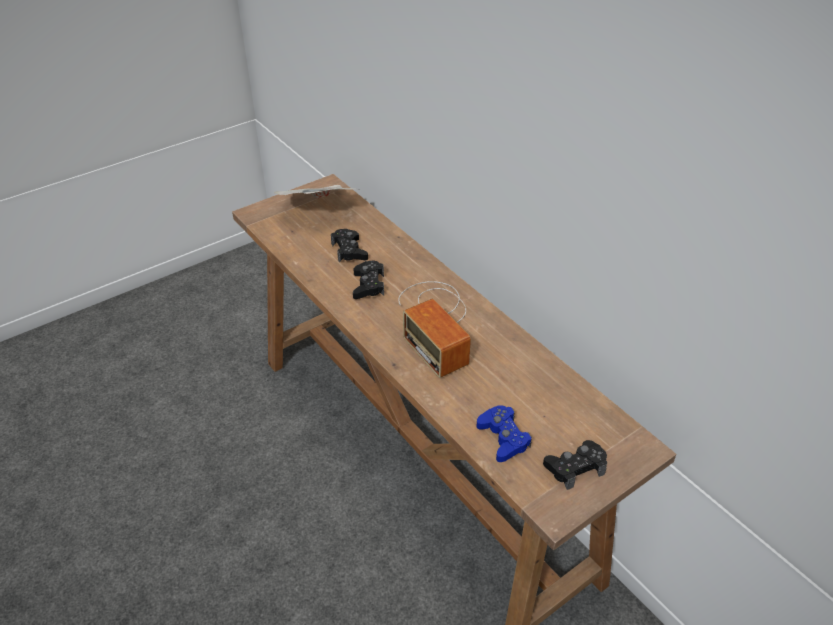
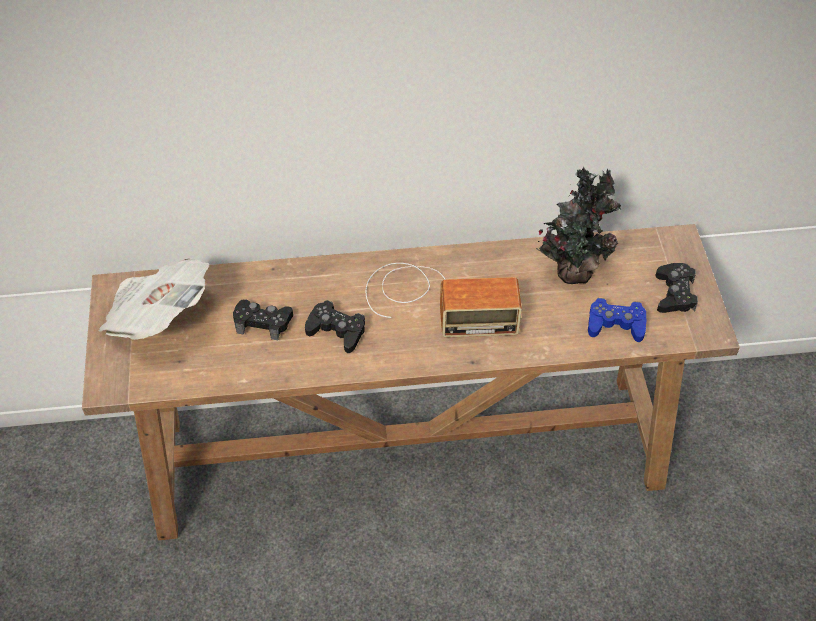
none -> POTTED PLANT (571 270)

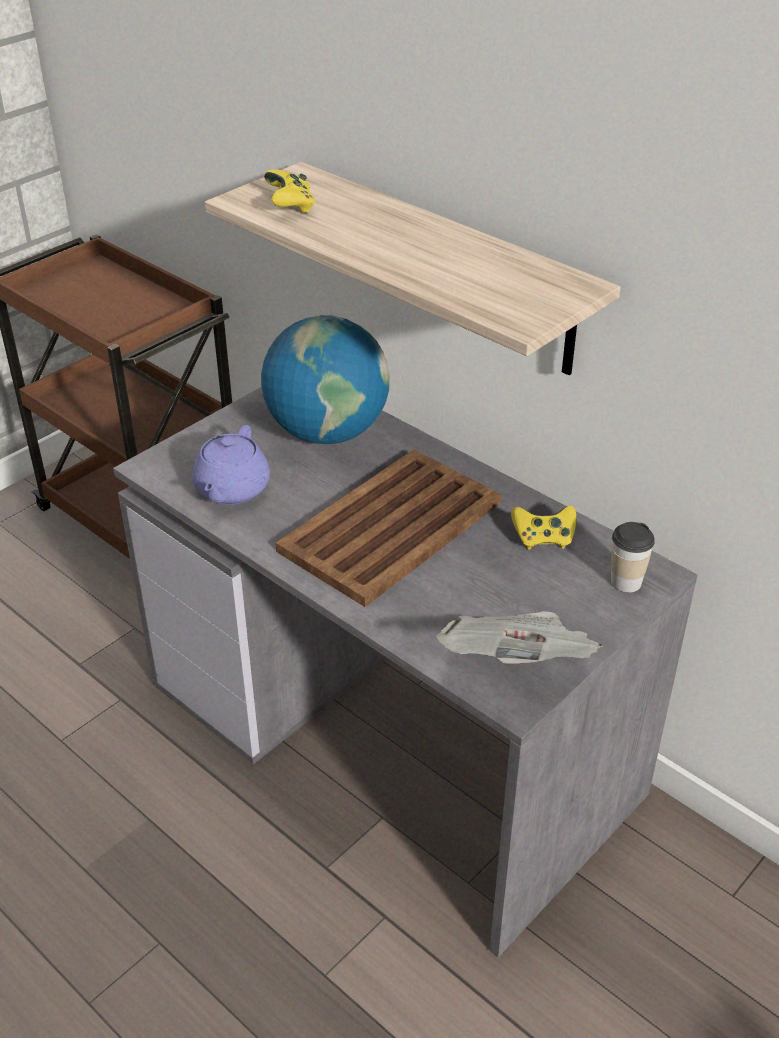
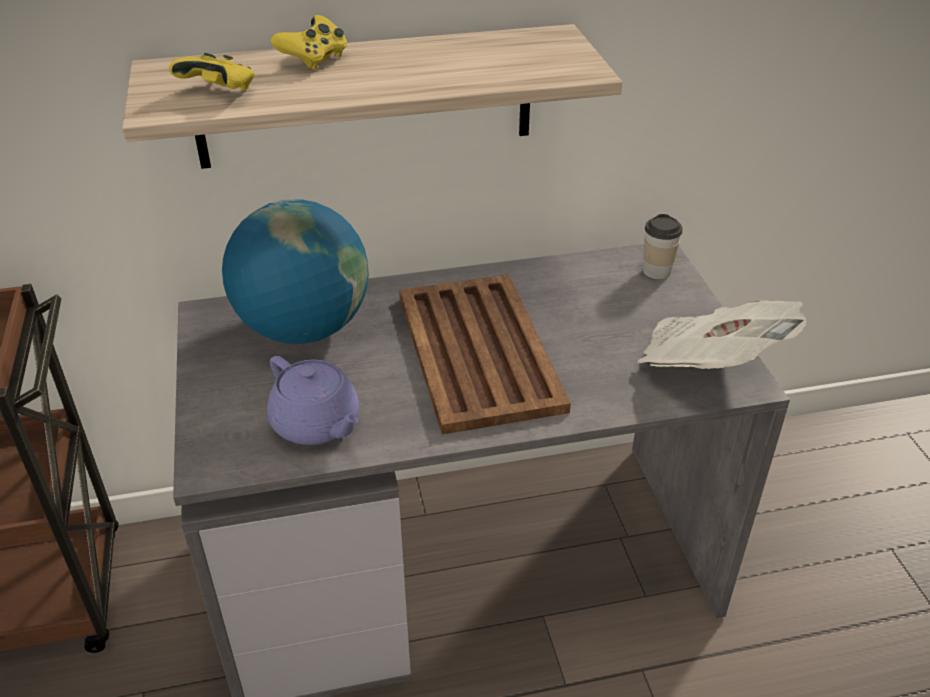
YELLOW JOYPAD (543 539) -> YELLOW JOYPAD (314 60), move

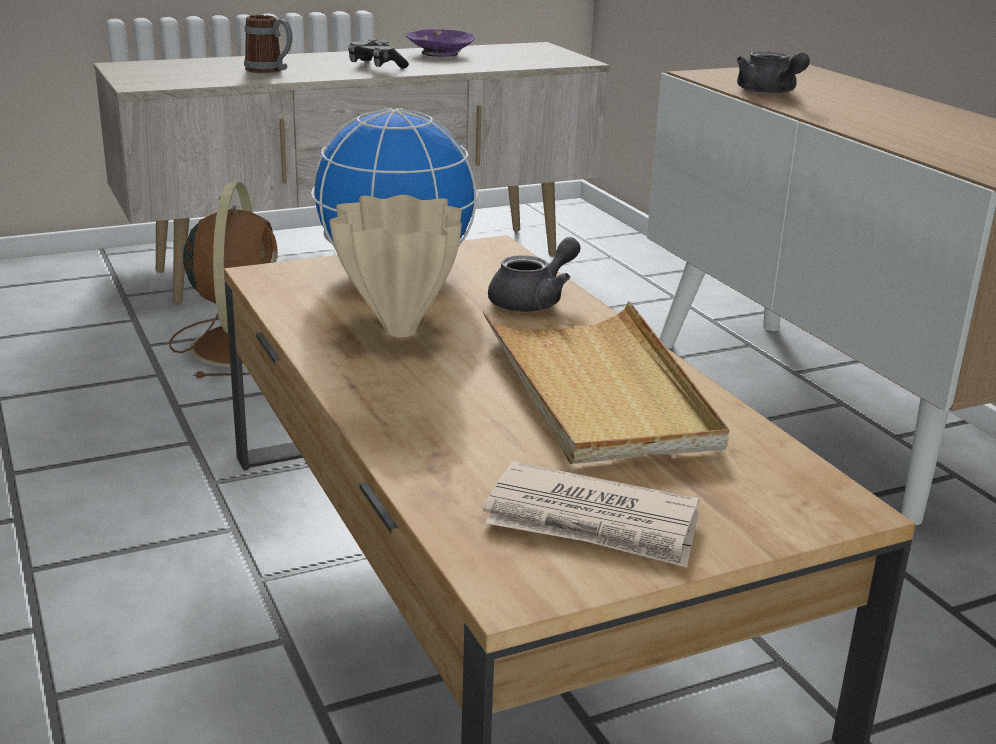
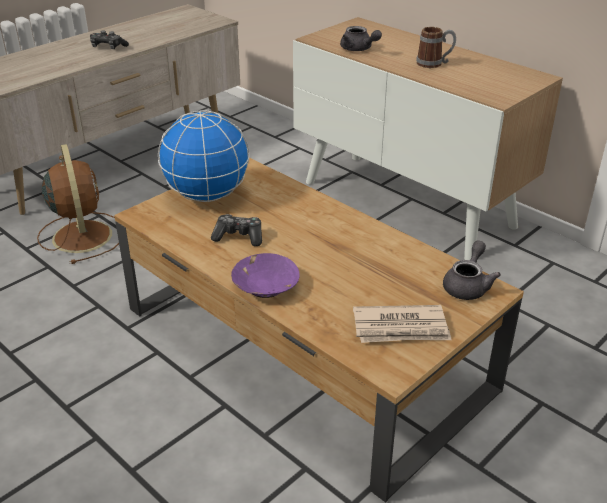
MUG (270 70) -> MUG (434 64), move
PURPLE BOWL (438 53) -> PURPLE BOWL (265 286), move
BEIGE-COLOURED VASE (399 330) -> JOYPAD (239 236)
GREYISH POT FOR TEA (533 301) -> GREYISH POT FOR TEA (468 285), move
BEIGE-COLOURED CARRYING TRAY (598 389) -> none

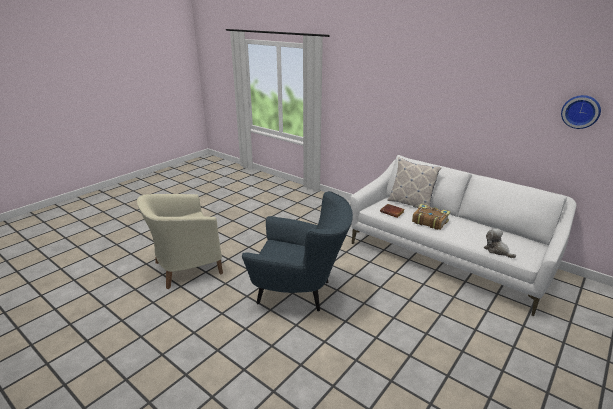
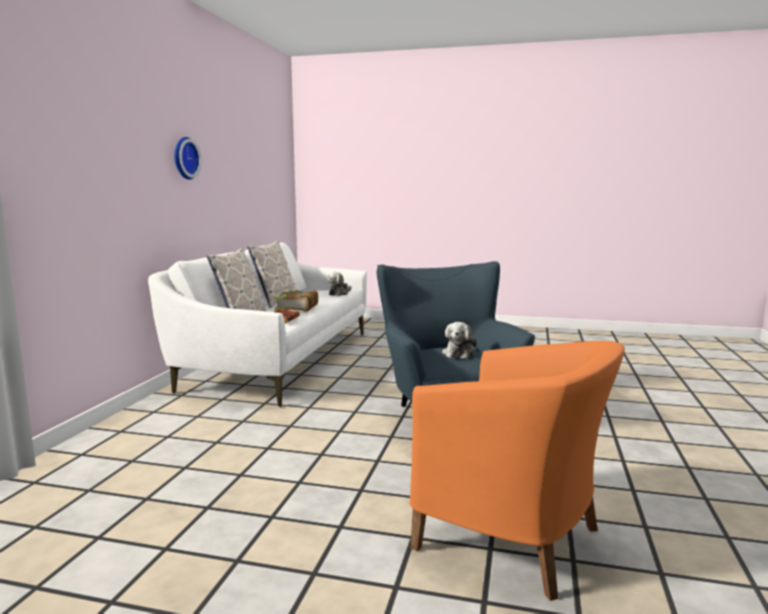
WALL CLOCK (581 111) -> WALL CLOCK (184 158), move
BEIGE-COLOURED LOUNGE CHAIR (186 267) -> ORANGE-COLOURED LOUNGE CHAIR (513 538)
none -> PILLOW (275 301)
none -> CUDDLY TOY (458 353)

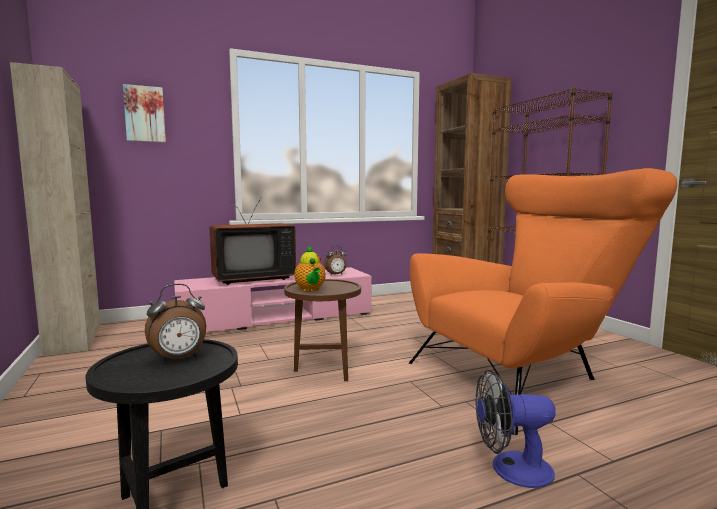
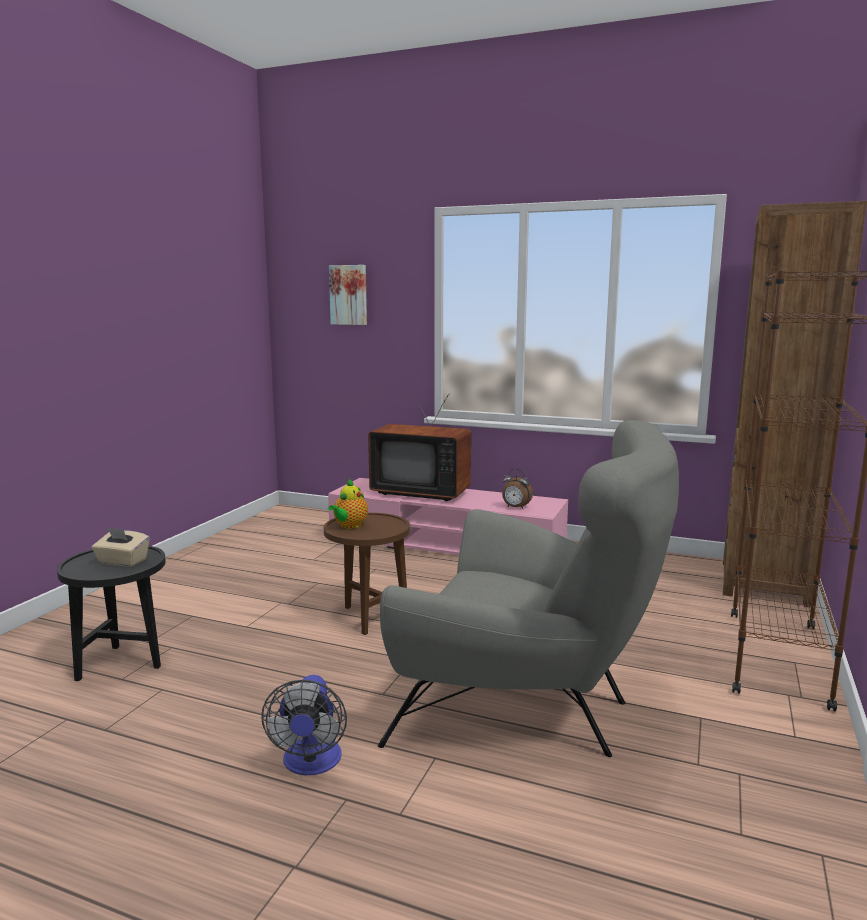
BEIGE-COLOURED STORAGE CABINET (74 339) -> none
ORANGE-COLOURED LOUNGE CHAIR (521 376) -> GREYISH LOUNGE CHAIR (531 709)
TABLE CLOCK (179 359) -> BEIGE-COLOURED TISSUE HOLDER (122 562)
FAN (511 469) -> FAN (311 763), 135 degrees counterclockwise

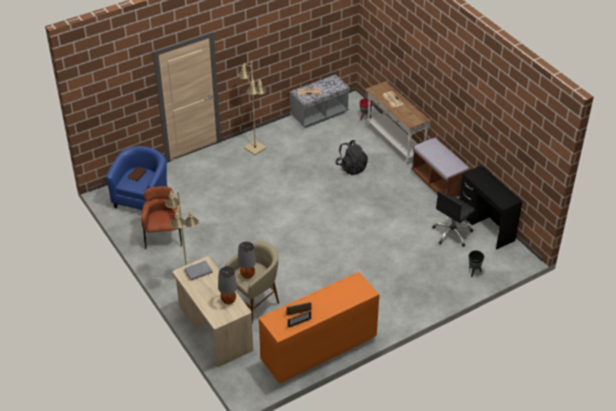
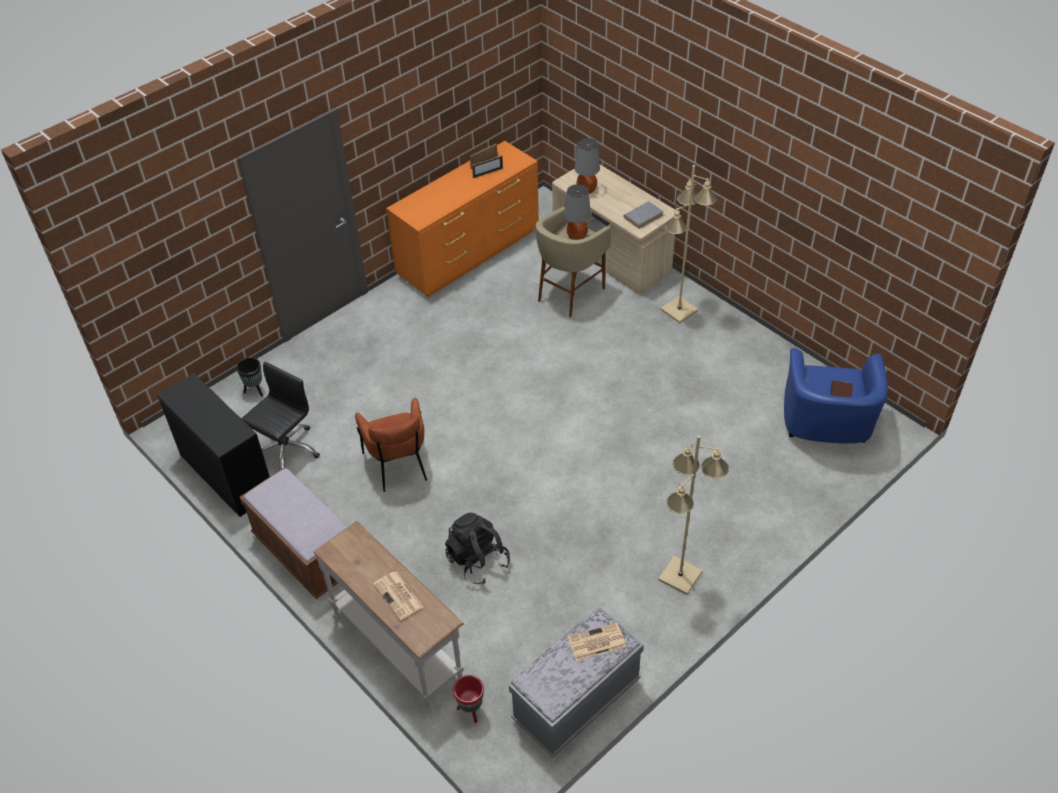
BROWNISH LOUNGE CHAIR (163 236) -> BROWNISH LOUNGE CHAIR (398 465), move

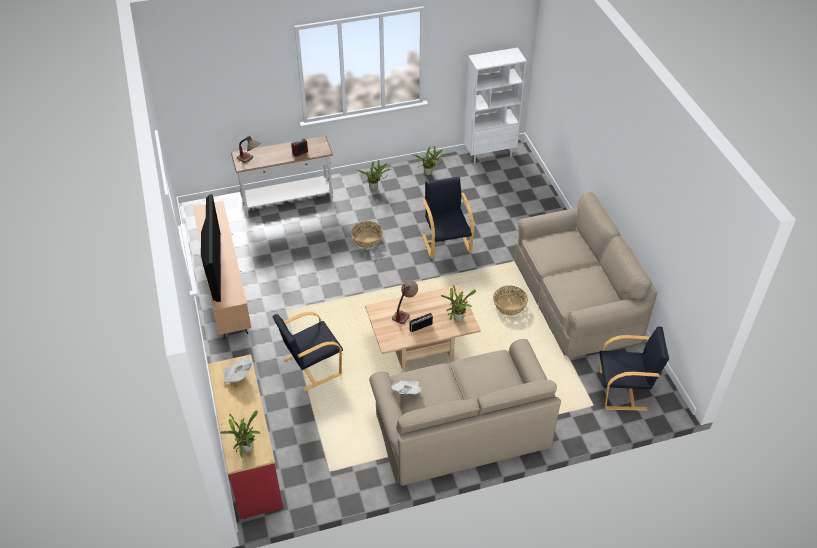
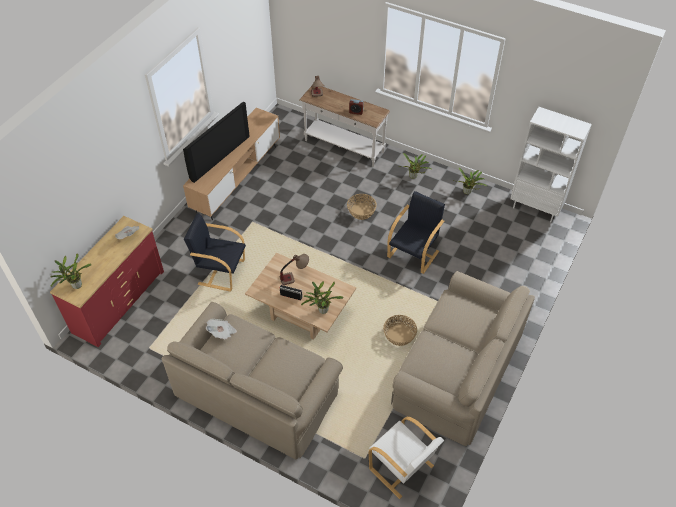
BLACK-COLOURED LOUNGE CHAIR (624 390) -> WHITE LOUNGE CHAIR (402 468)

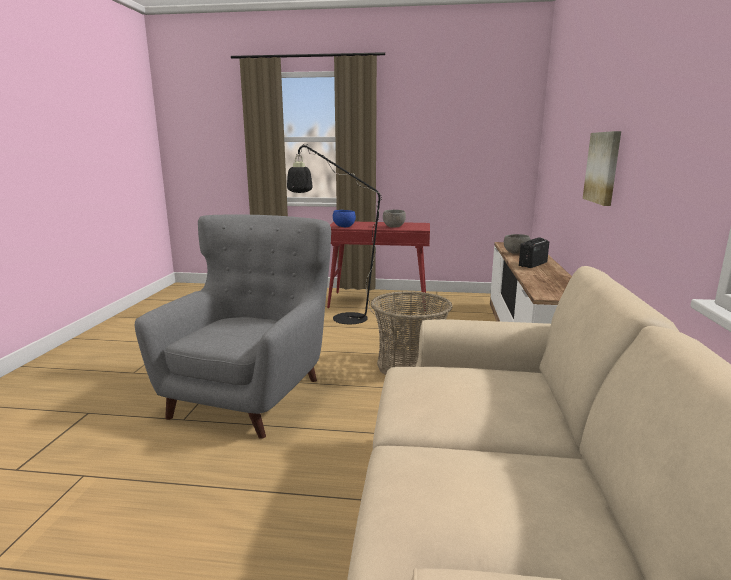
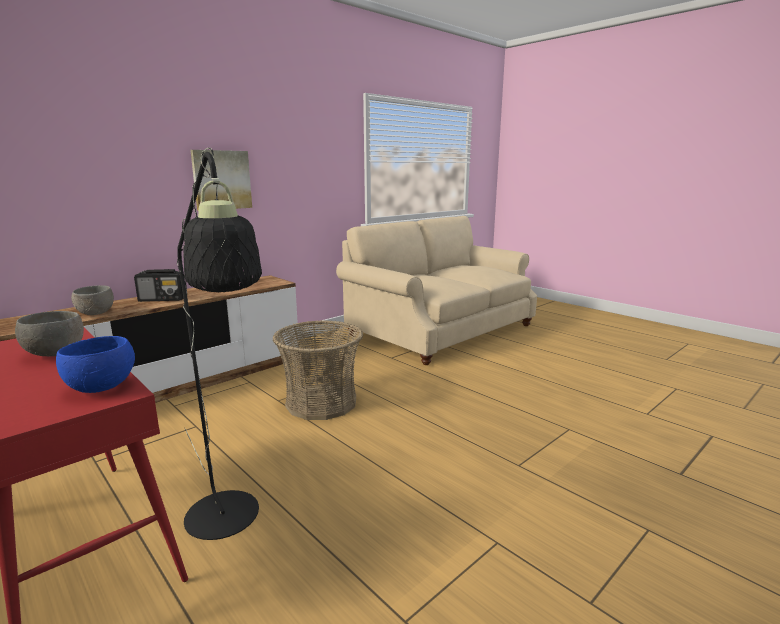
GREYISH LOUNGE CHAIR (250 394) -> none

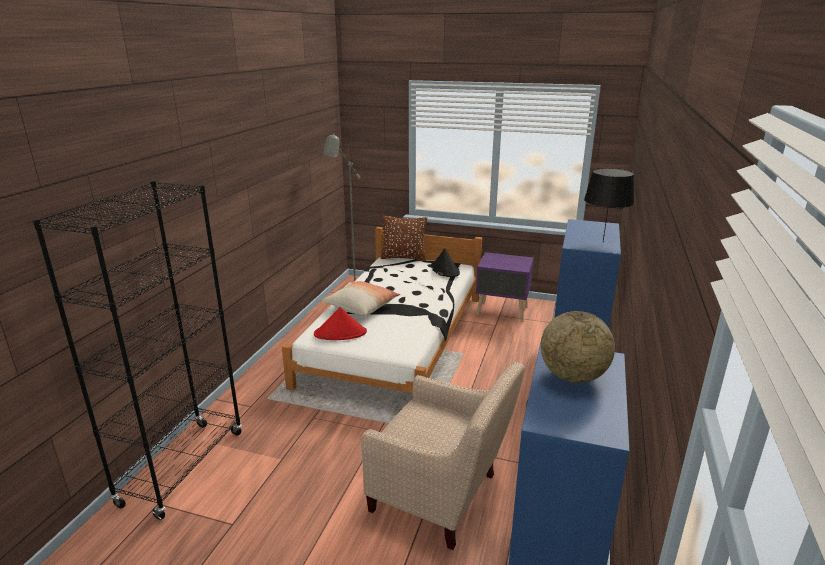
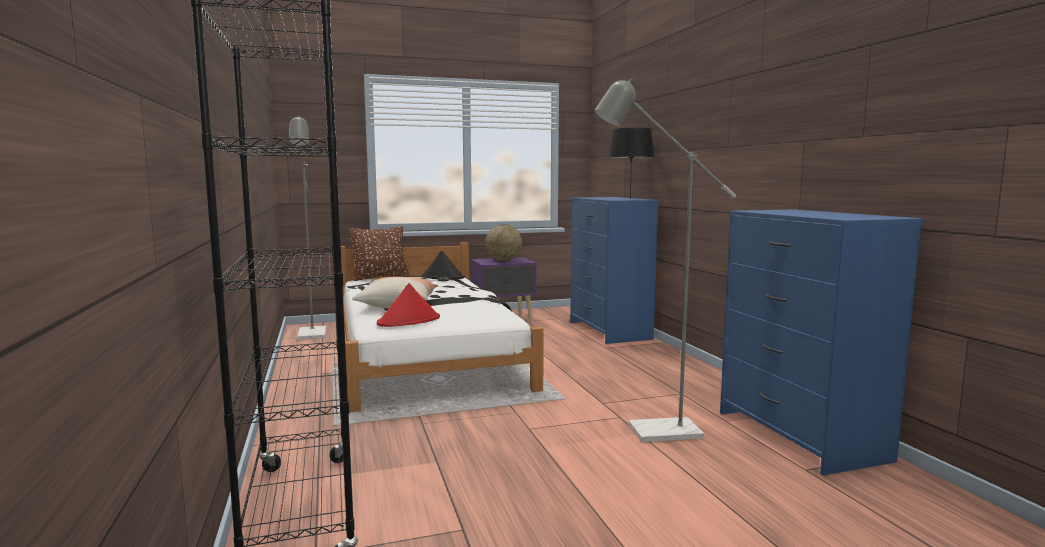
DESK GLOBE (572 376) -> DESK GLOBE (503 260), move
BEIGE-COLOURED LOUNGE CHAIR (441 497) -> GREYISH STANDARD LAMP (652 432)

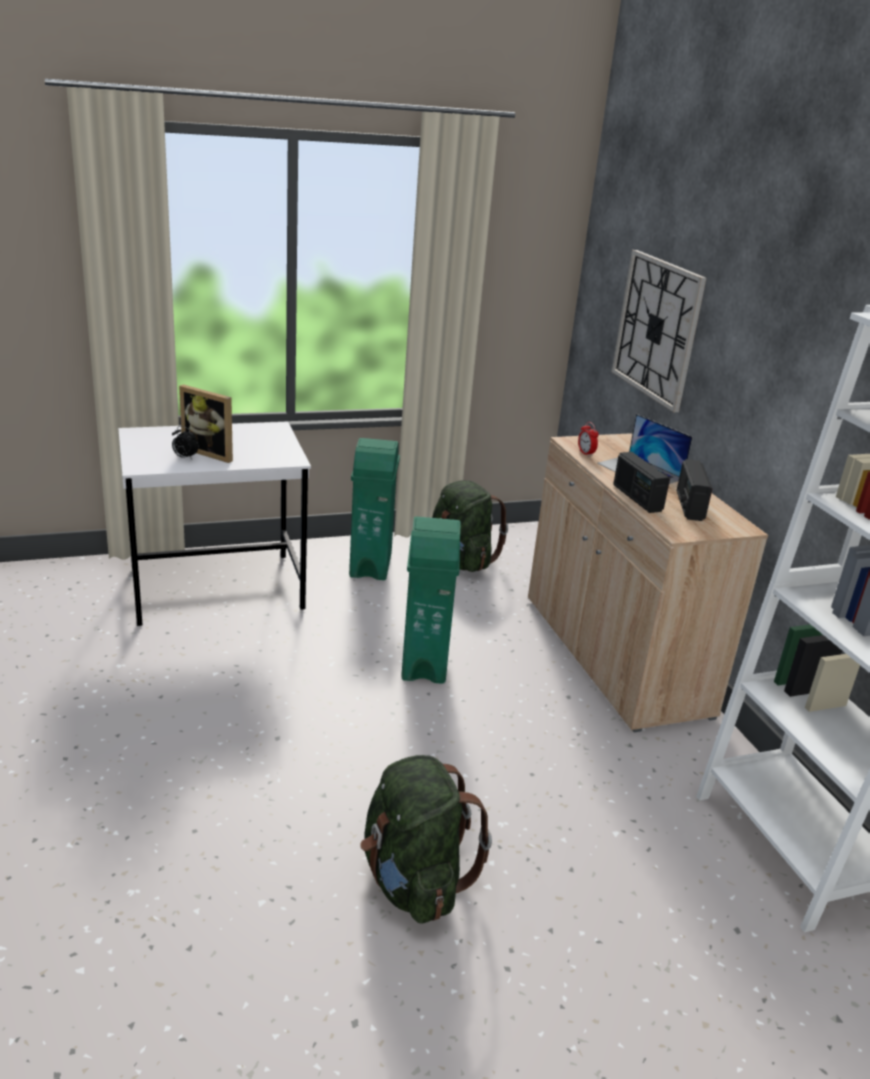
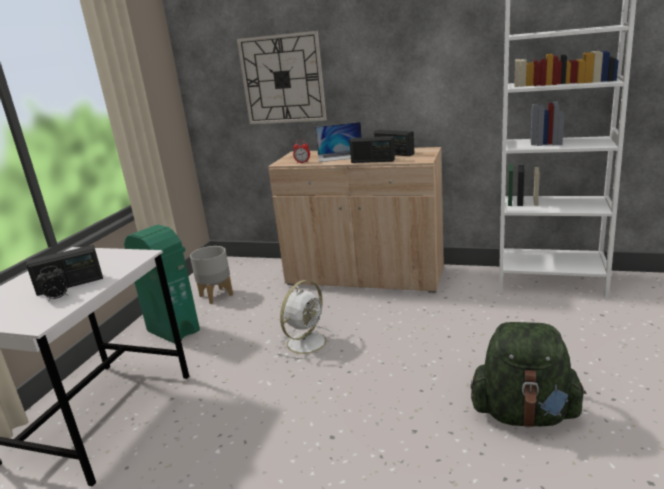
PHOTO FRAME (211 452) -> RADIO SET (70 285)
GREEN BACKPACK (460 561) -> GREYISH PLANT POT (216 295)
GREEN RUBBISH BIN (425 662) -> WHITE FAN (307 341)

